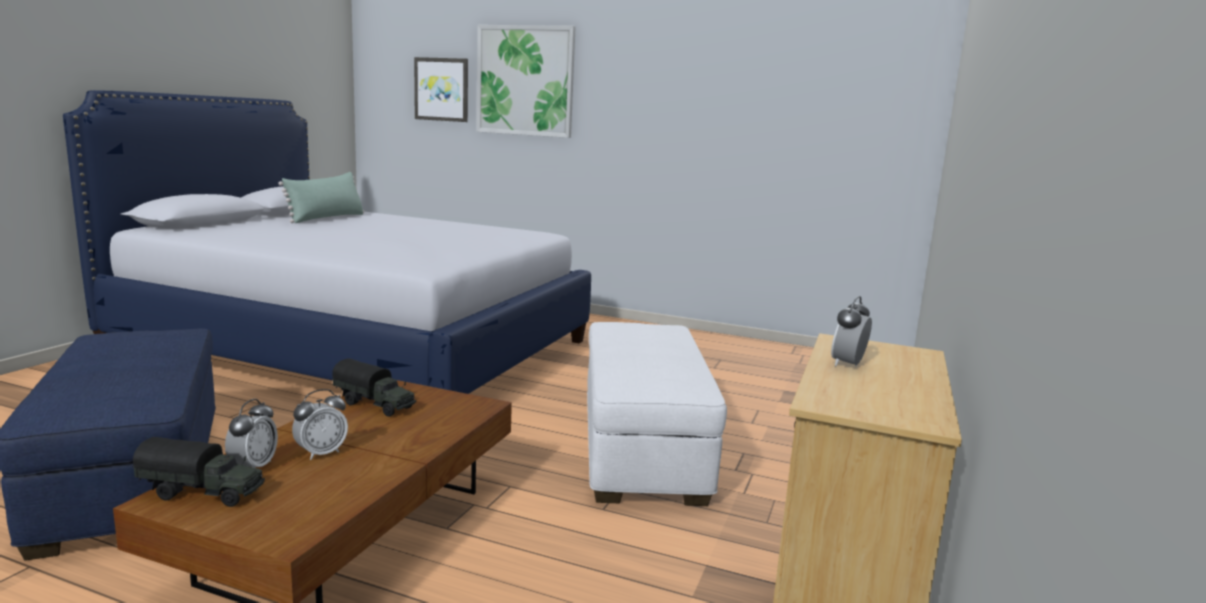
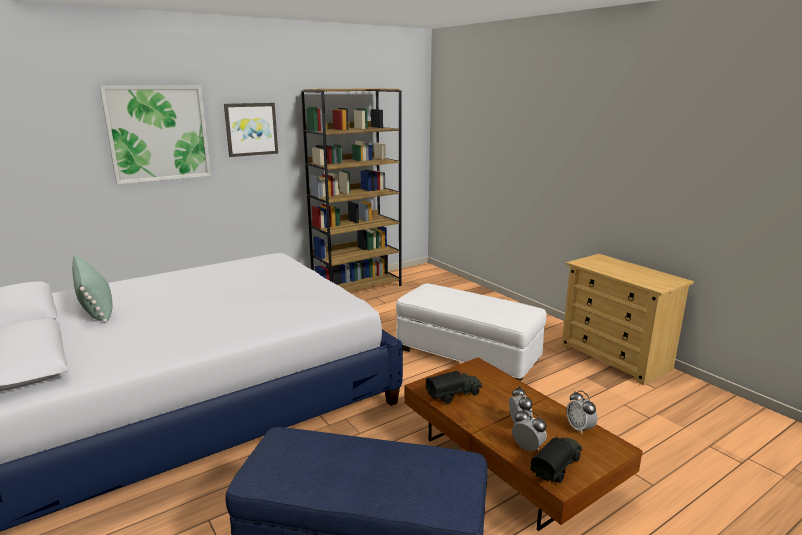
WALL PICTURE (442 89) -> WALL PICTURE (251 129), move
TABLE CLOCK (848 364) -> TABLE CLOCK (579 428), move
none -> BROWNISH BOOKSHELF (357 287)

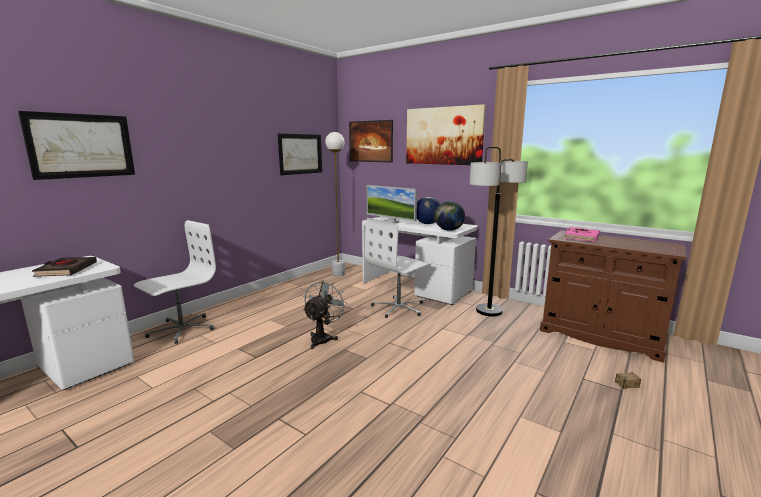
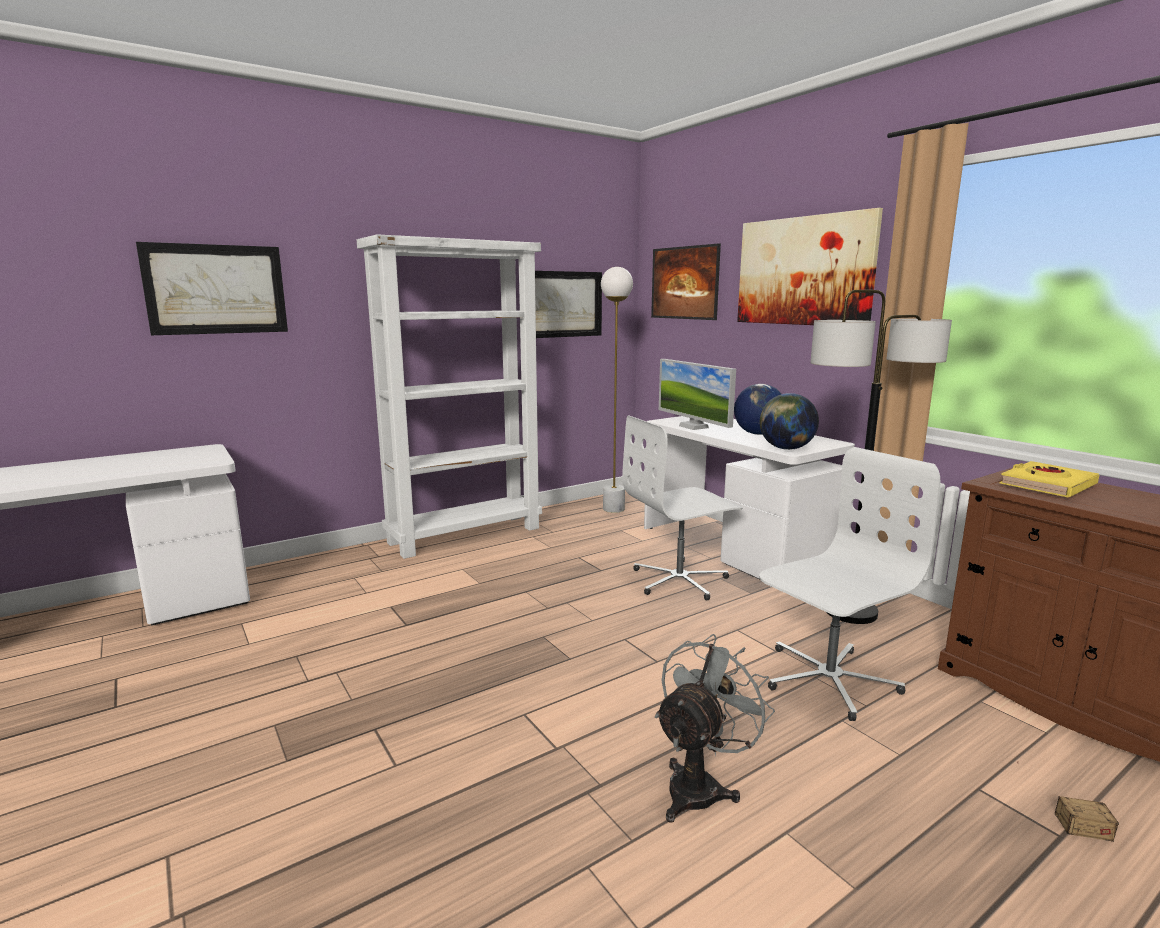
WHITE COMPUTER CHAIR (181 329) -> WHITE COMPUTER CHAIR (828 679), move
PINK BOUND BOOK (581 237) -> YELLOW BOUND BOOK (1047 485)
BLACK-COLOURED BOUND BOOK (66 270) -> none
GREYISH FAN (323 338) -> GREYISH FAN (700 786), move
none -> WHITE BOOKSHELF (466 534)

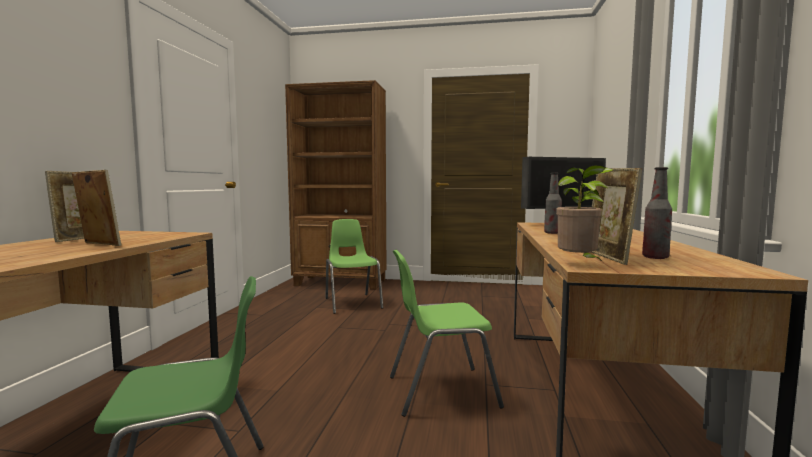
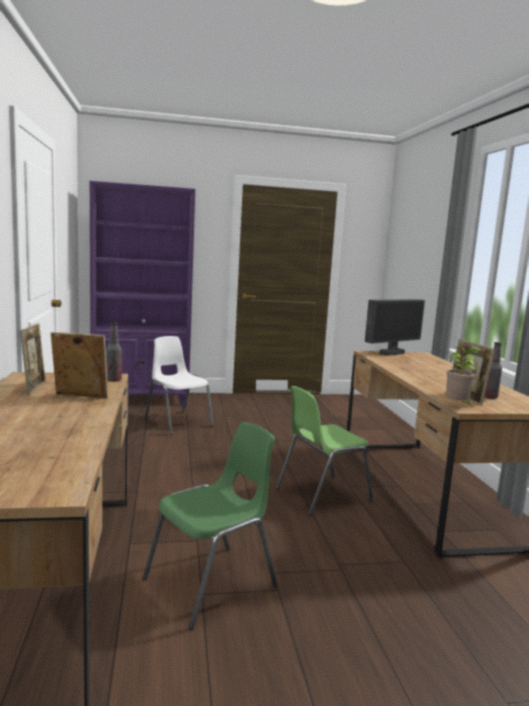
BROWNISH BOOKSHELF (341 283) -> PURPLE BOOKSHELF (142 399)
BOTTLE (552 233) -> BOTTLE (113 380), move
GREEN PLAIN CHAIR (352 303) -> WHITE PLAIN CHAIR (177 422)

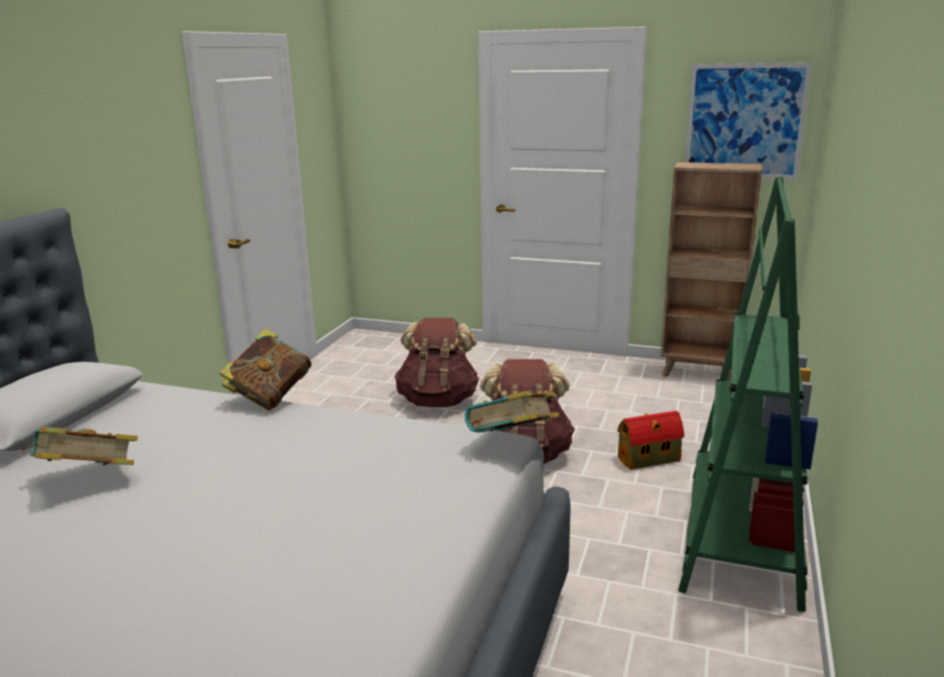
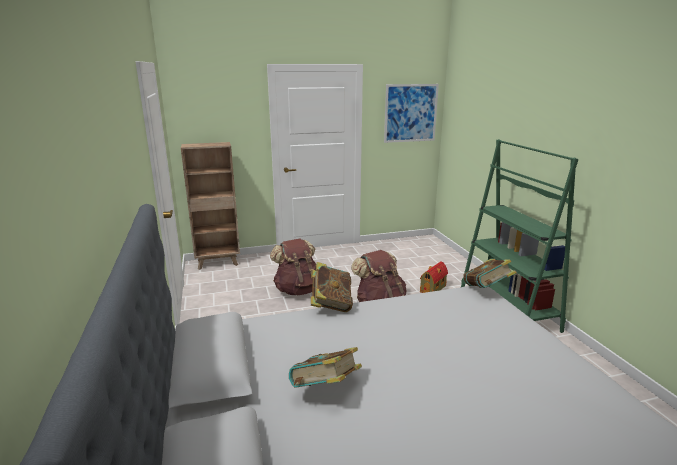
BROWNISH BOOKSHELF (699 372) -> BROWNISH BOOKSHELF (218 262), move

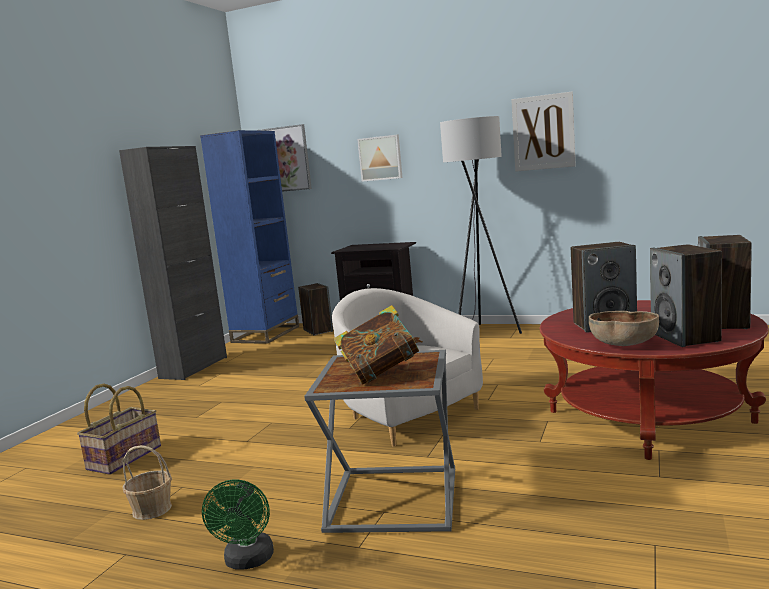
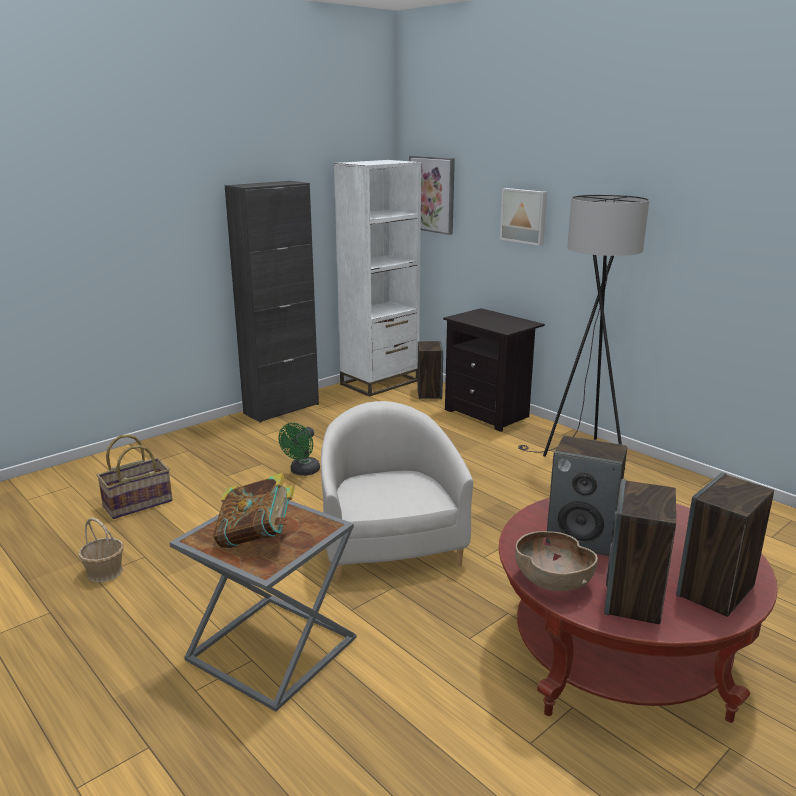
WALL PICTURE (543 132) -> none
BLUE-COLOURED BOOKSHELF (266 334) -> WHITE BOOKSHELF (380 382)
GREEN FAN (248 561) -> GREEN FAN (302 472), move

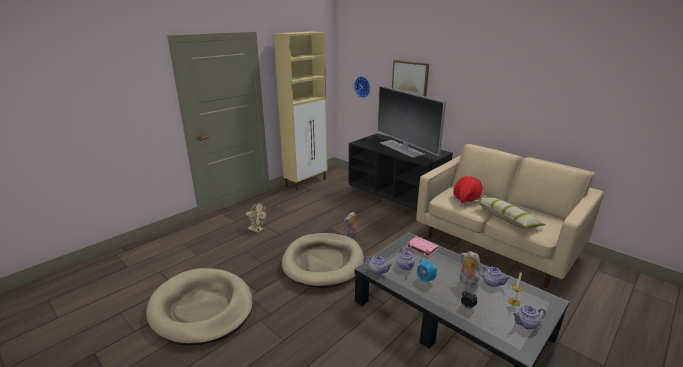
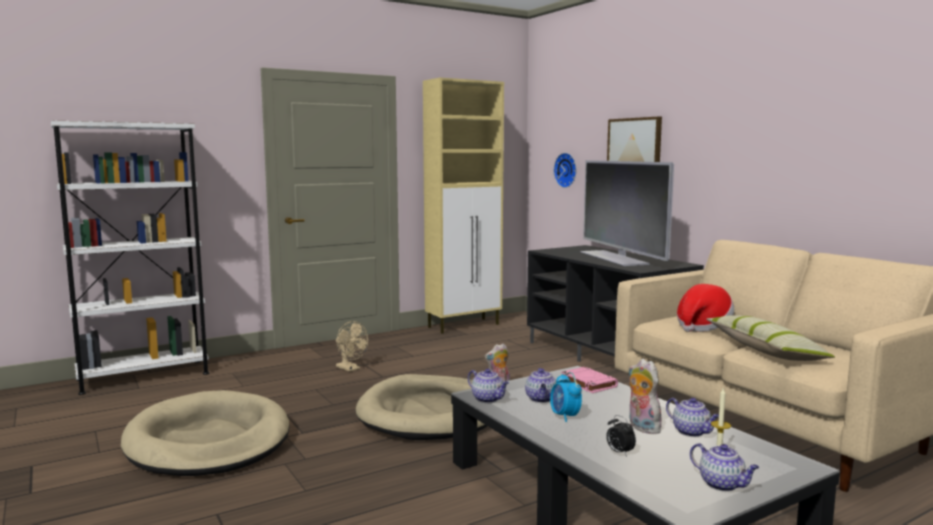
POT FOR TEA (526 324) -> POT FOR TEA (722 484), 135 degrees counterclockwise
none -> WHITE BOOKSHELF (144 376)

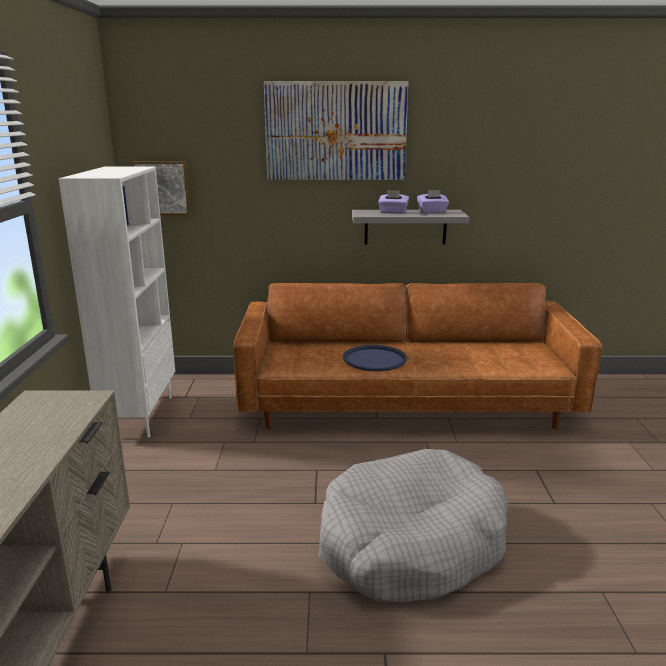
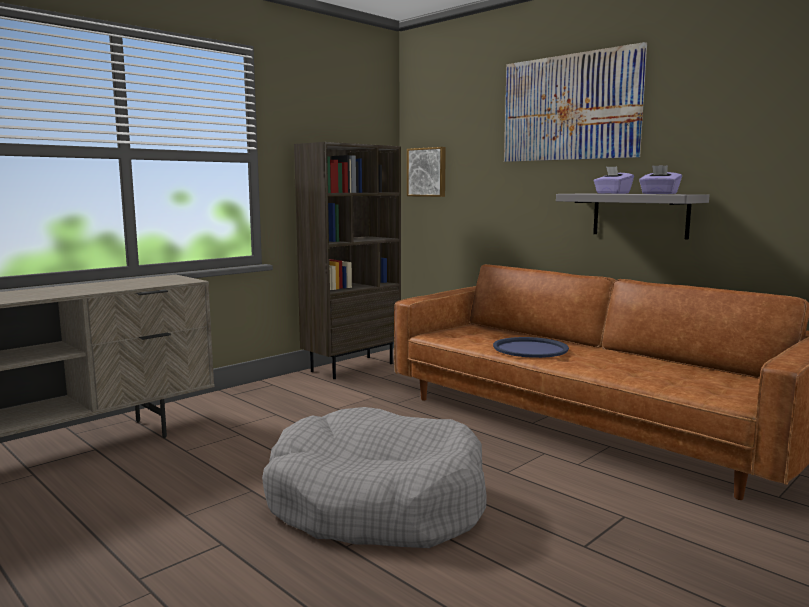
WHITE BOOKSHELF (140 415) -> BROWNISH BOOKSHELF (352 367)

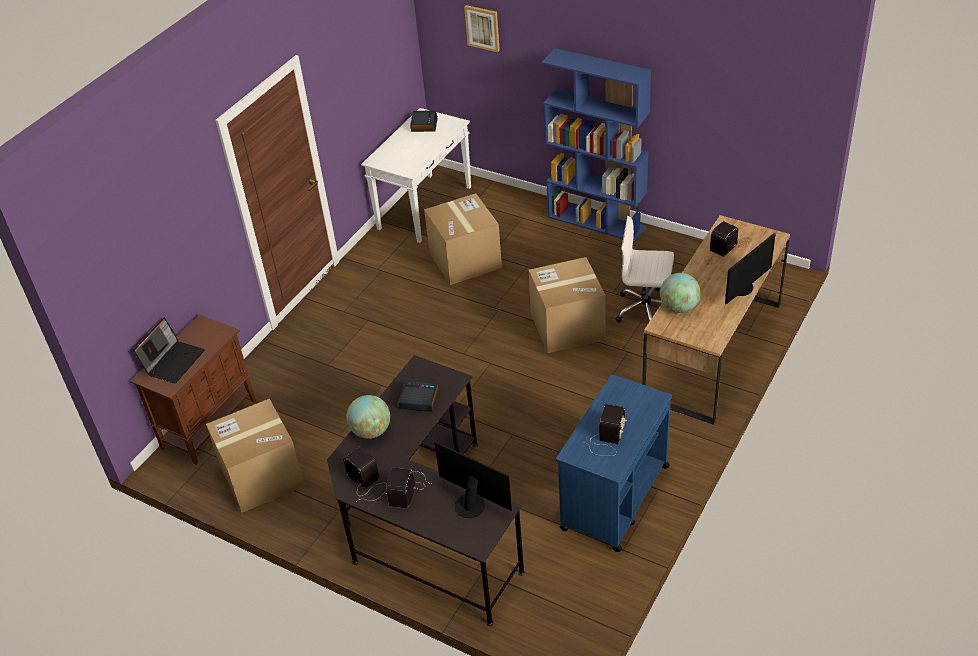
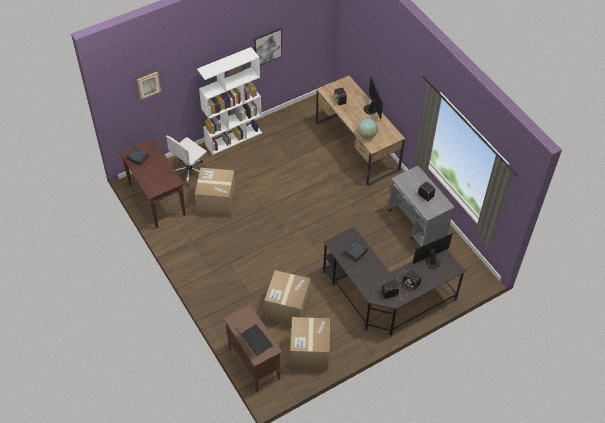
BLUE-COLOURED BOOKSHELF (597 222) -> WHITE BOOKSHELF (233 138)
WHITE NARROW TABLE (425 207) -> BROWNISH NARROW TABLE (156 200)
WHITE COMPUTER CHAIR (646 310) -> WHITE COMPUTER CHAIR (190 171), move
PACKING BOX (567 326) -> PACKING BOX (287 308), move
BLUE-COLOURED TROLLEY (614 498) -> GREYISH TROLLEY (417 225)
DESK GLOBE (371 431) -> none
none -> WALL PICTURE (267 47)

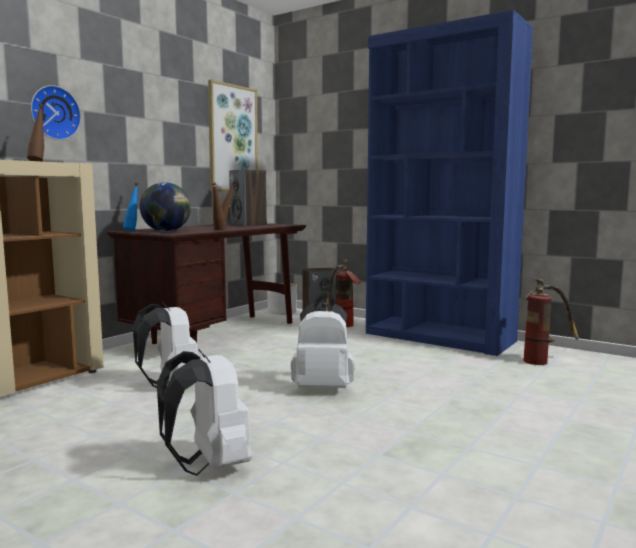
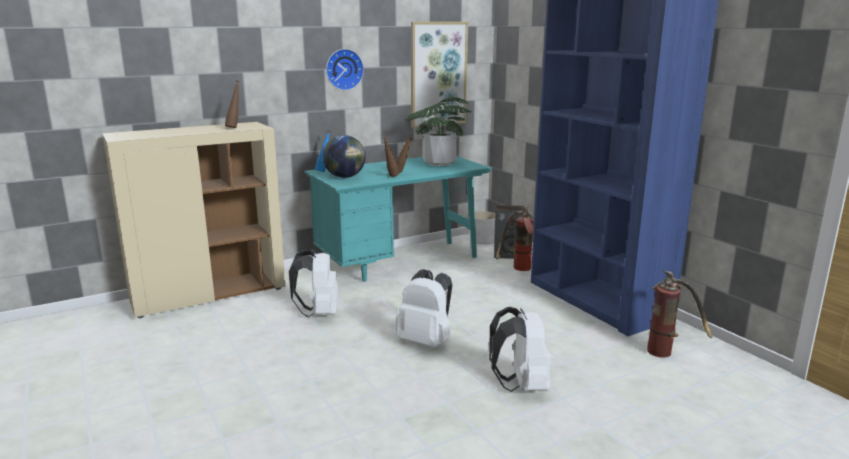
WALL CLOCK (54 113) -> WALL CLOCK (343 69), move
AUDIO SPEAKER (248 225) -> POTTED PLANT (439 163)
BROWNISH DESK (217 335) -> BLUE-GREEN DESK (400 262)
WHITE BACKPACK (210 465) -> WHITE BACKPACK (521 386), move

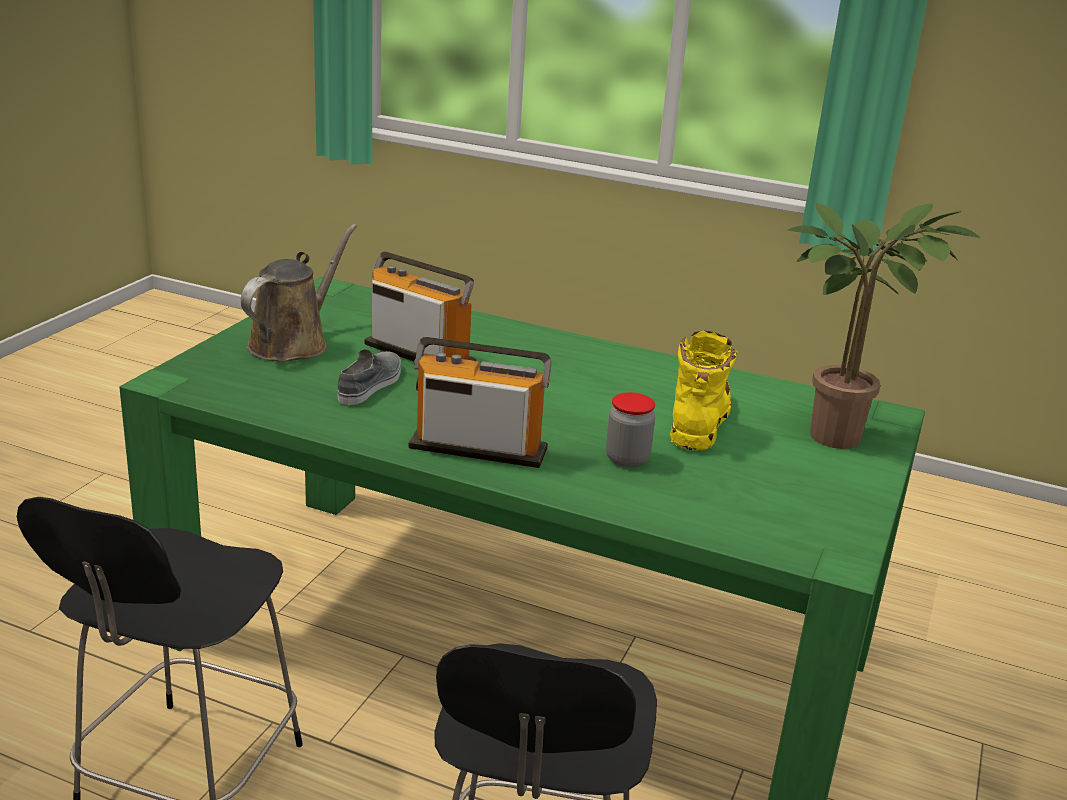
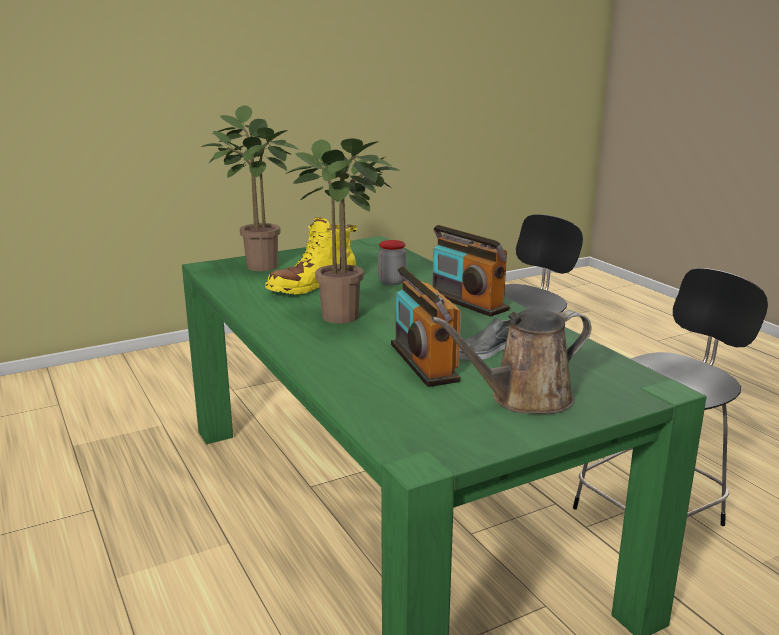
none -> POTTED PLANT (347 317)

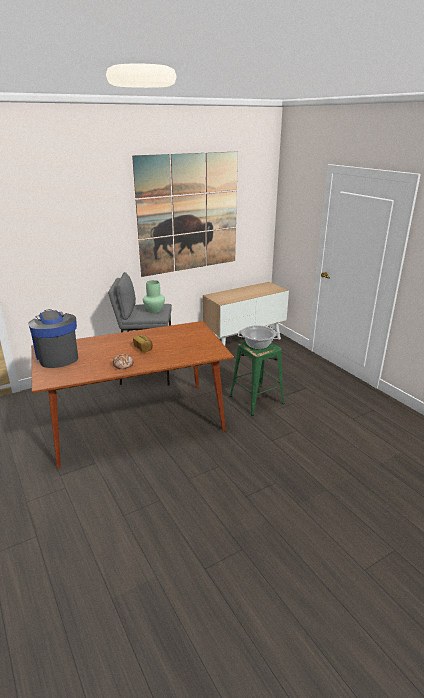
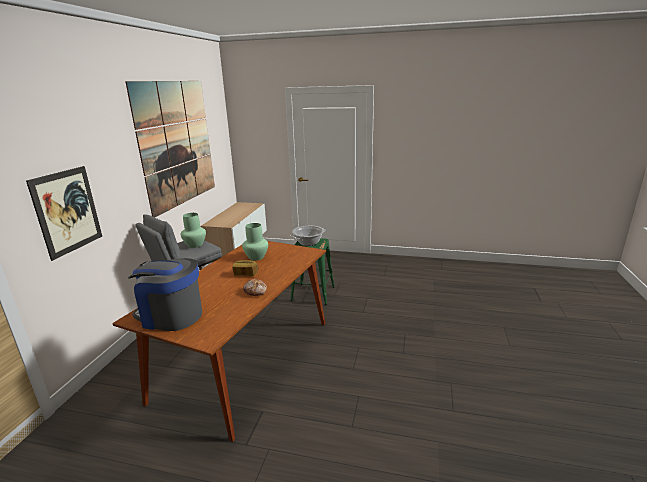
none -> WALL PICTURE (67 211)
none -> GREEN VASE (256 257)

